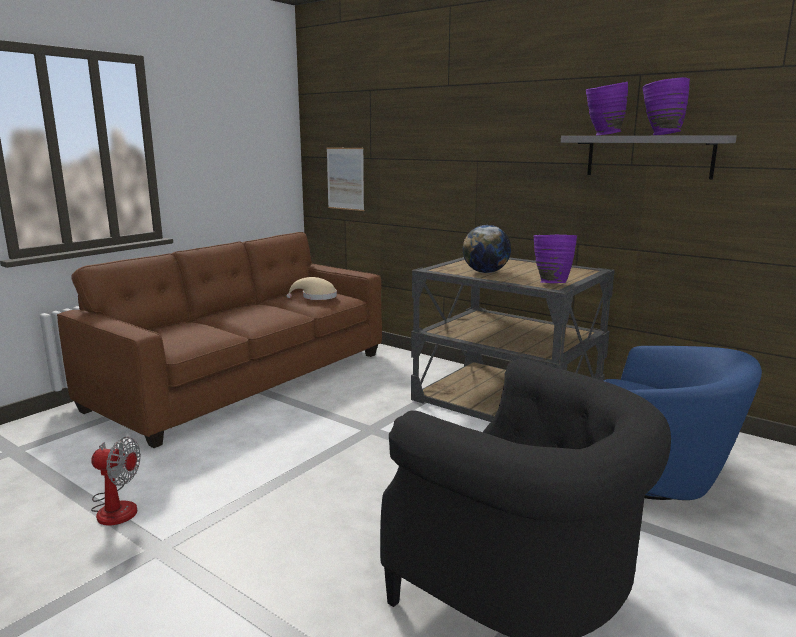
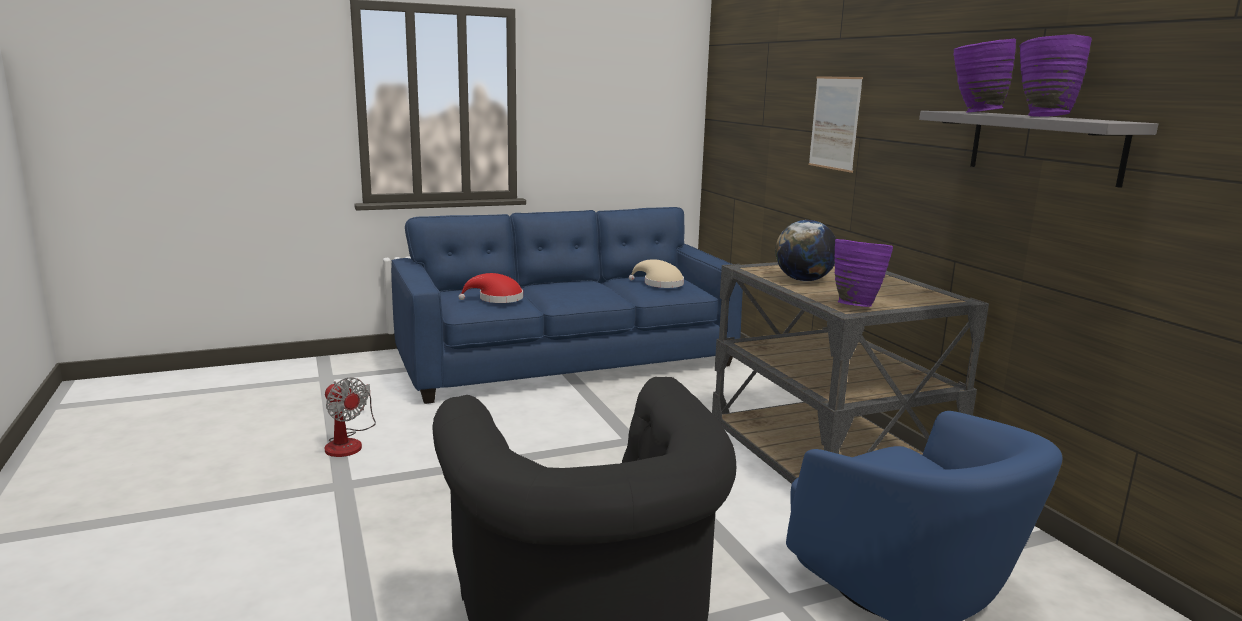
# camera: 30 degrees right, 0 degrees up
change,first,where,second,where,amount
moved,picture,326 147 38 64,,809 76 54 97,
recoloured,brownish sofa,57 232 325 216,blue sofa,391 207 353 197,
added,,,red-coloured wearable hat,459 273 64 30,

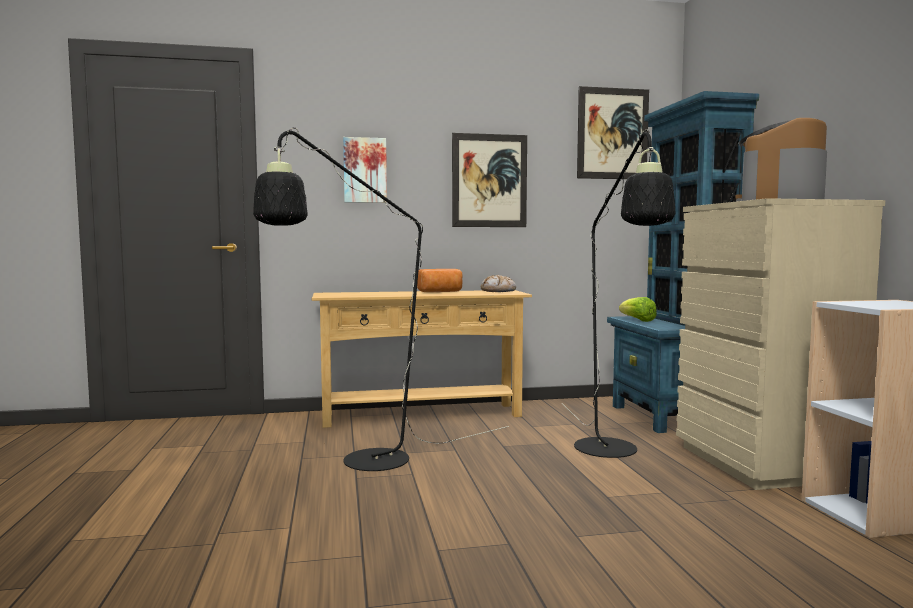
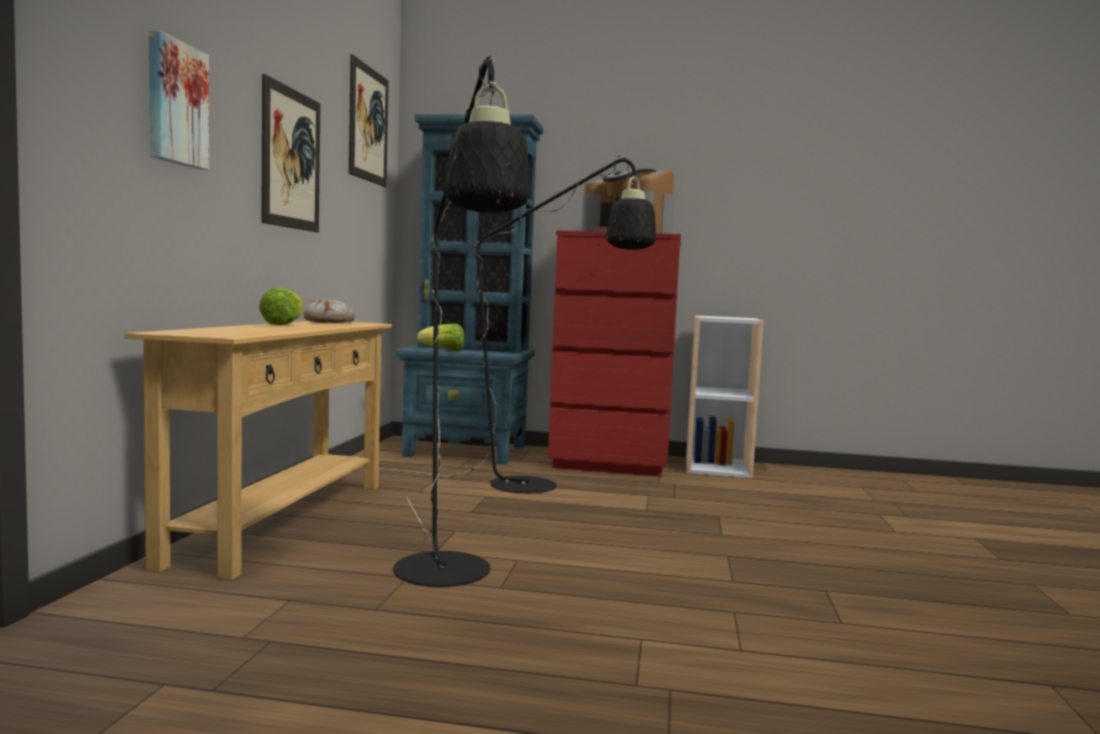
# camera: 70 degrees left, 0 degrees up
change,first,where,second,where,amount
recoloured,beige-coloured drawer chest,676 198 209 292,red-coloured drawer chest,548 230 133 246,
replaced,bread,417 269 46 23,head of lettuce,259 287 44 38,

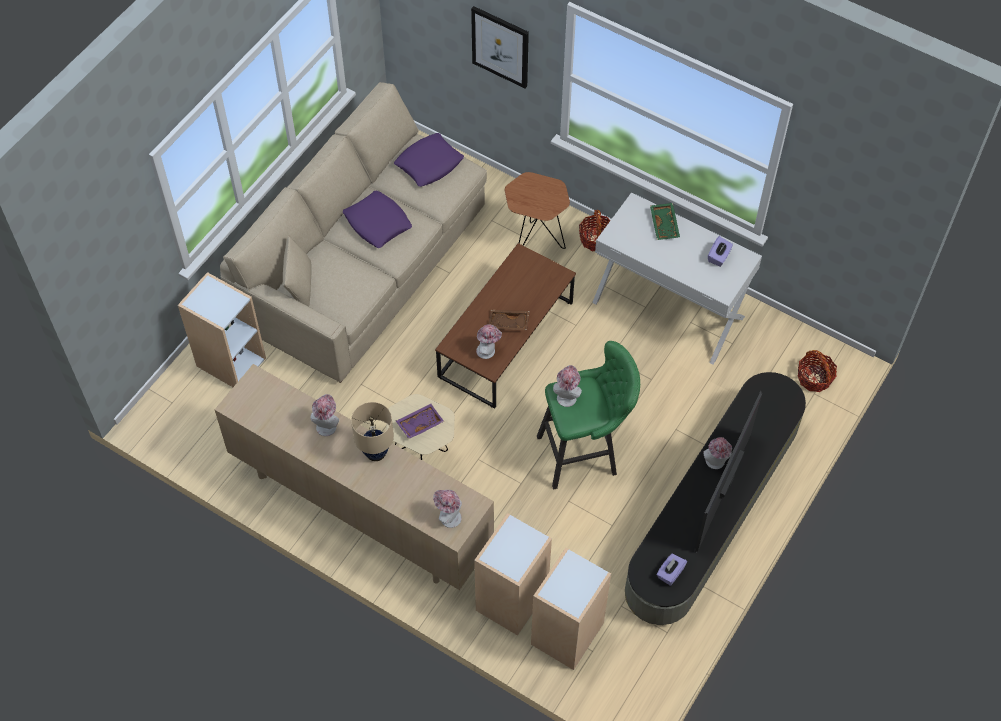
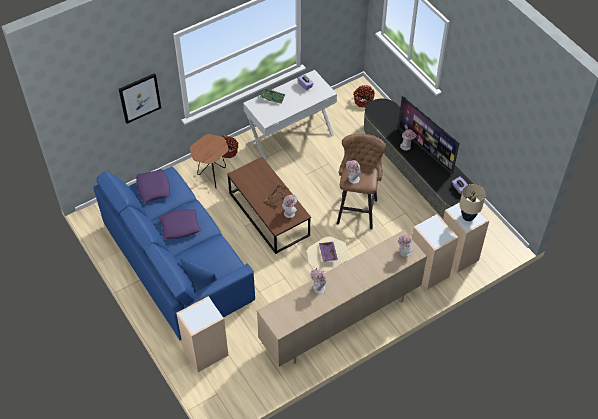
# camera: 65 degrees left, 5 degrees down
change,first,where,second,where,amount
recoloured,beige-coloured sofa,220 82 267 301,blue sofa,93 167 162 173,
recoloured,green-coloured sitting stool,537 341 103 149,brownish sitting stool,337 134 50 95,
moved,beige-coloured table lamp,351 402 43 59,,459 184 27 37,

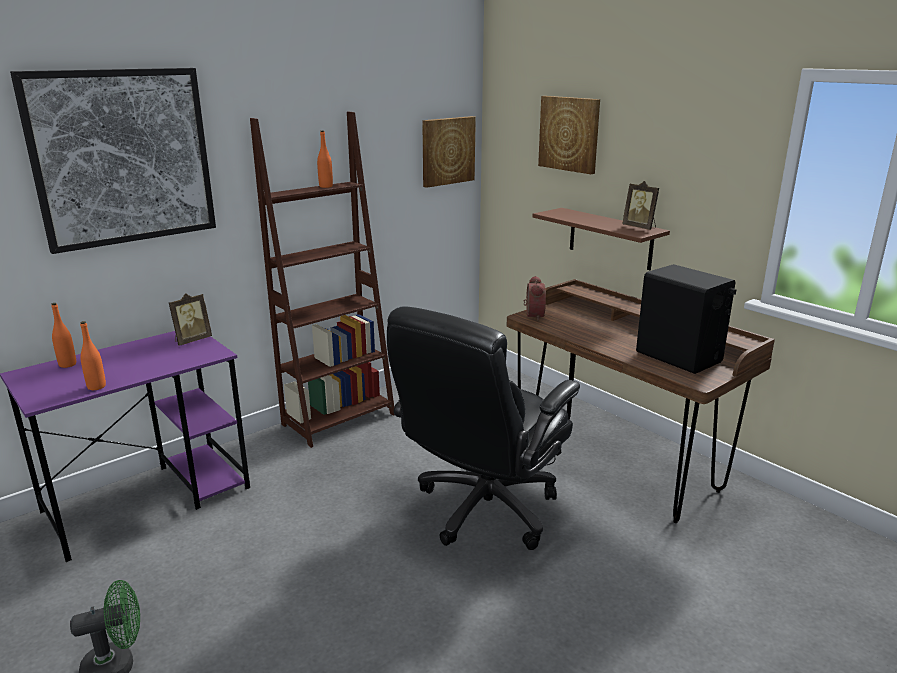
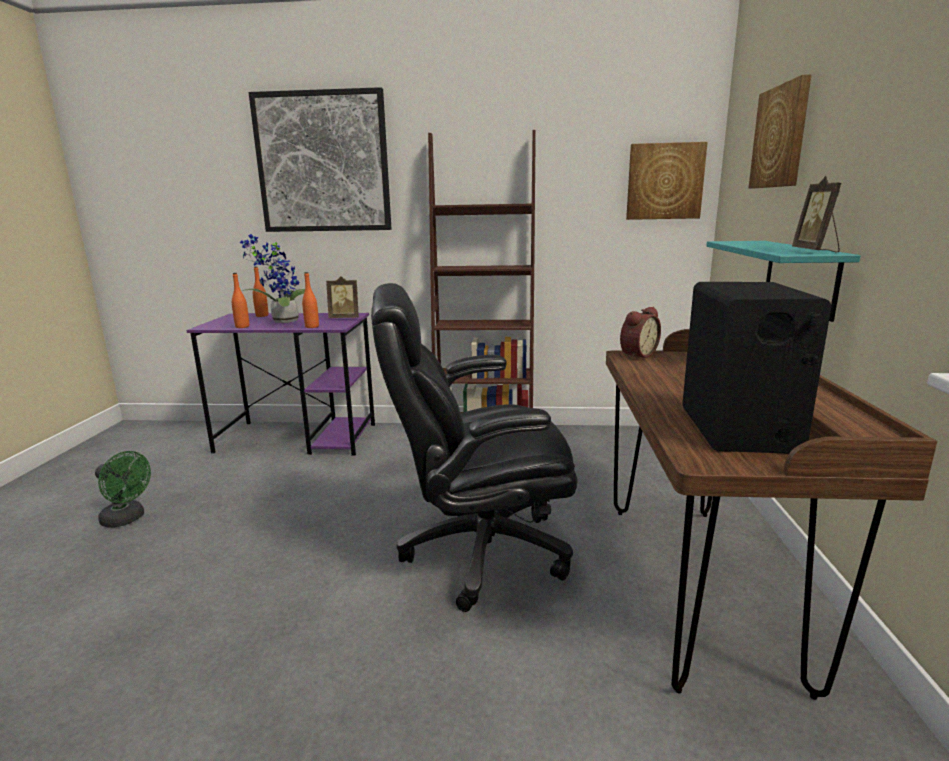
# camera: 45 degrees right, 5 degrees down
change,first,where,second,where,amount
moved,orangey beverage bottle,317 130 16 58,,302 272 17 56,
recoloured,brownish bracket shelf,532 208 138 62,blue-green bracket shelf,707 241 154 81,
added,,,houseplant,239 234 66 89,

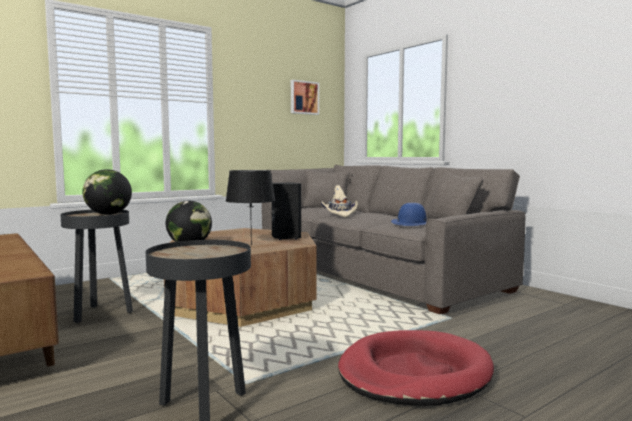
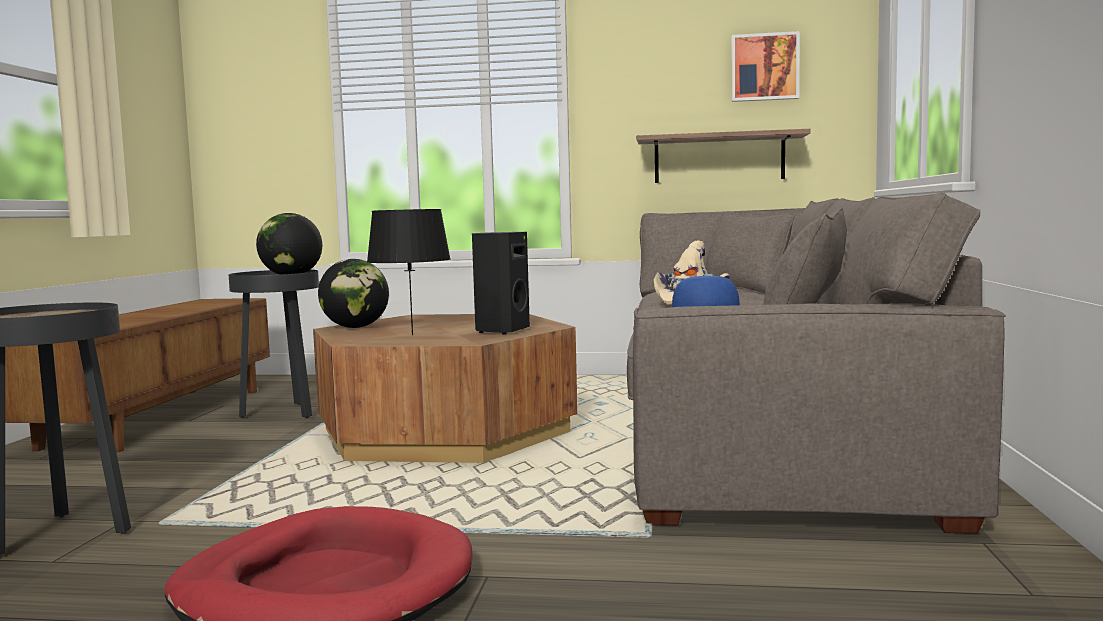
# camera: 45 degrees right, 0 degrees up
change,first,where,second,where,amount
added,,,bracket shelf,636 129 175 54,

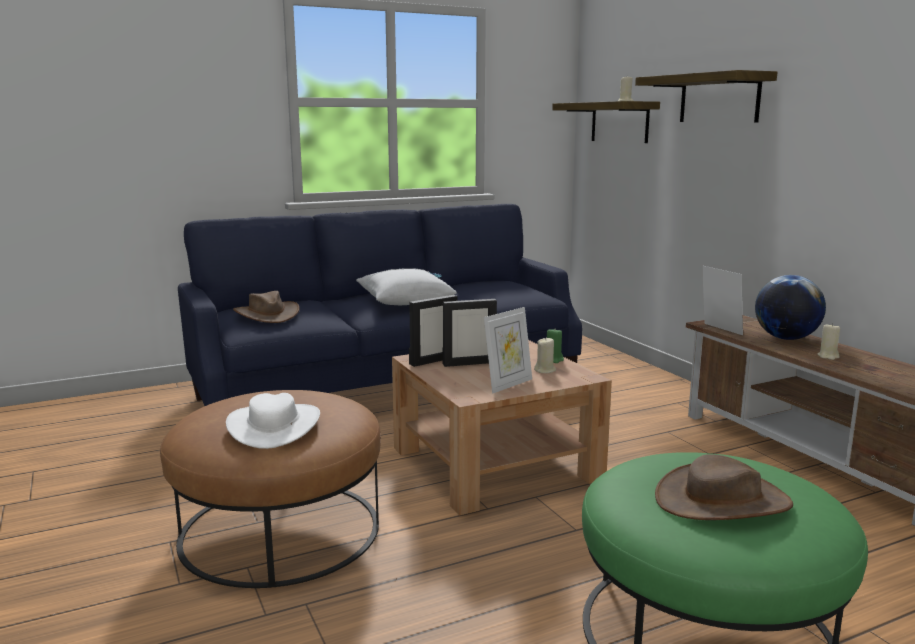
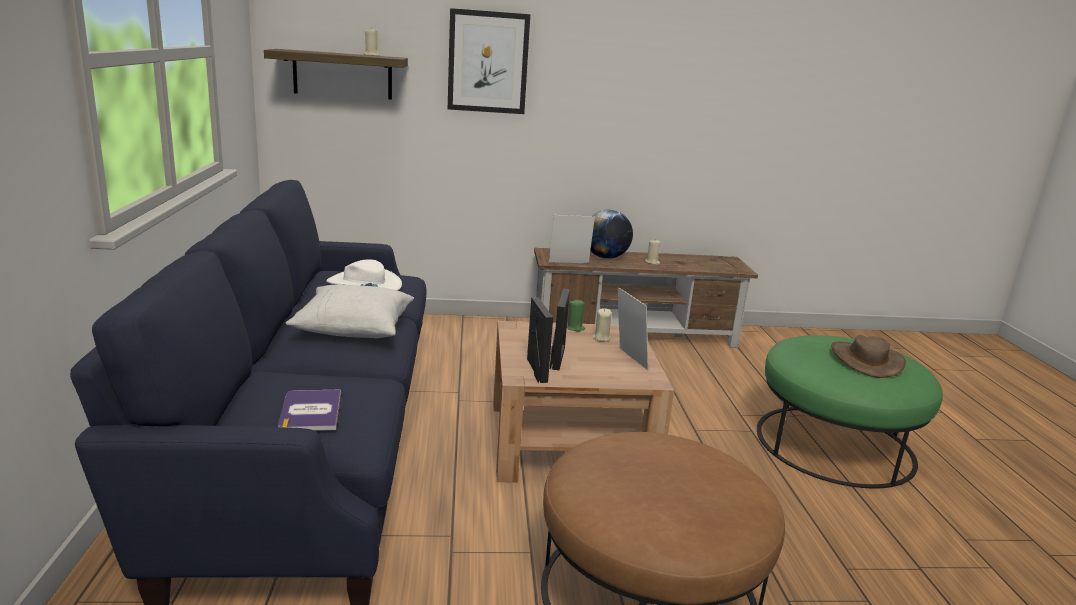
# camera: 70 degrees left, 5 degrees up
change,first,where,second,where,amount
replaced,bracket shelf,635 70 142 52,picture,448 8 82 106,
replaced,brownish wearable hat,233 291 66 32,volume,278 389 63 42,
moved,white wearable hat,226 393 94 56,,326 259 76 31,

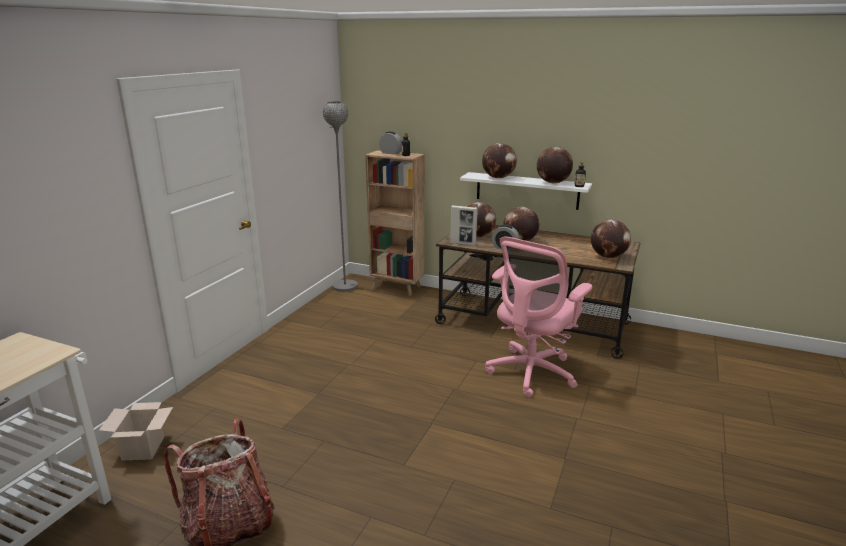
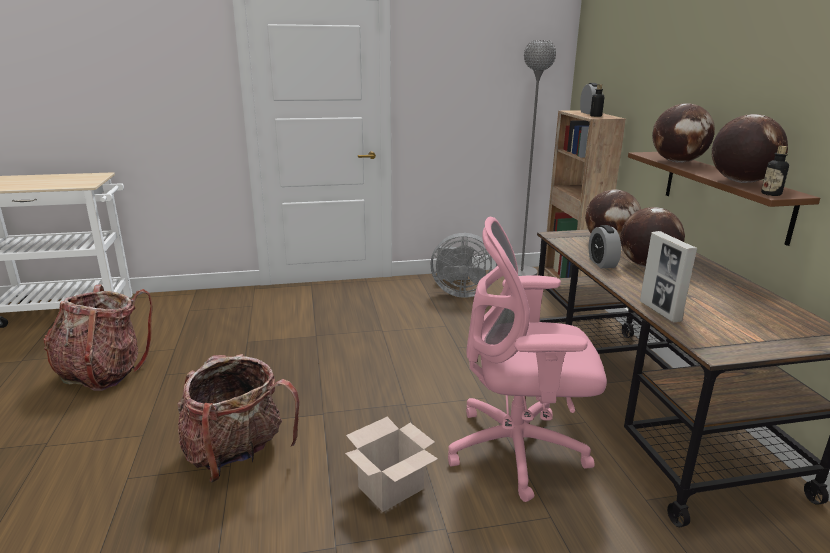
# camera: 55 degrees right, 0 degrees up
change,first,where,second,where,amount
recoloured,white bracket shelf,460 172 132 38,brownish bracket shelf,628 152 192 94,
moved,standing frame,450 205 28 41,,640 231 57 91,
removed,globe,591 219 40 39,,,
moved,cardboard box,99 402 74 59,,345 417 93 95,
added,,,grey cooling fan,431 233 67 65,
added,,,knapsack,178 354 121 129,

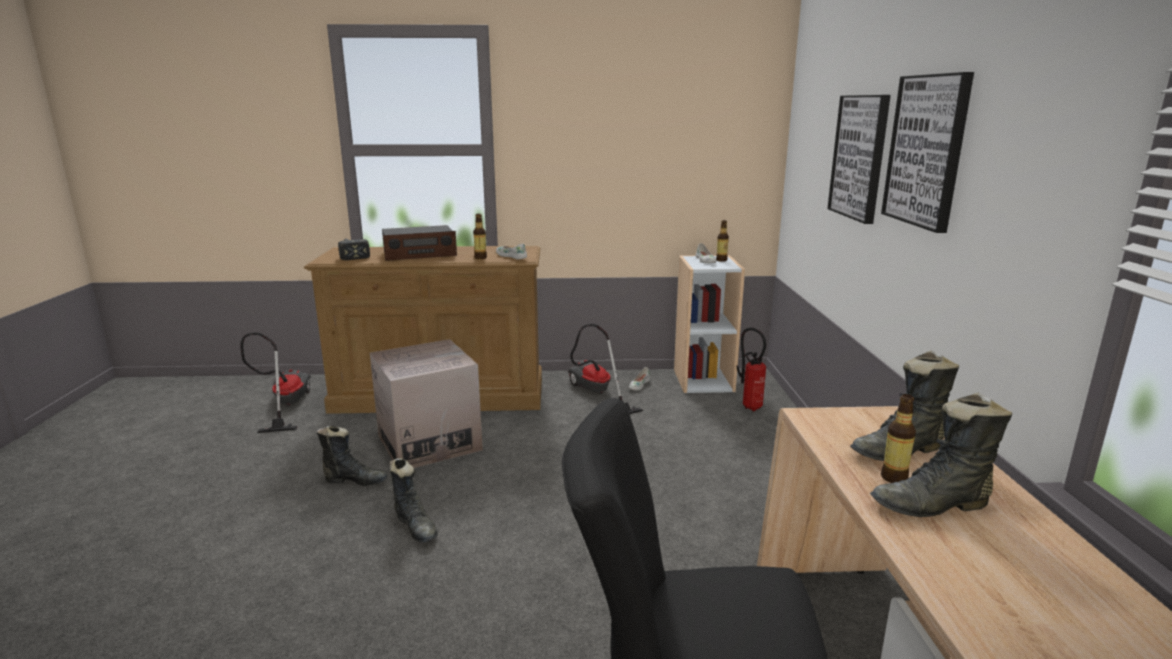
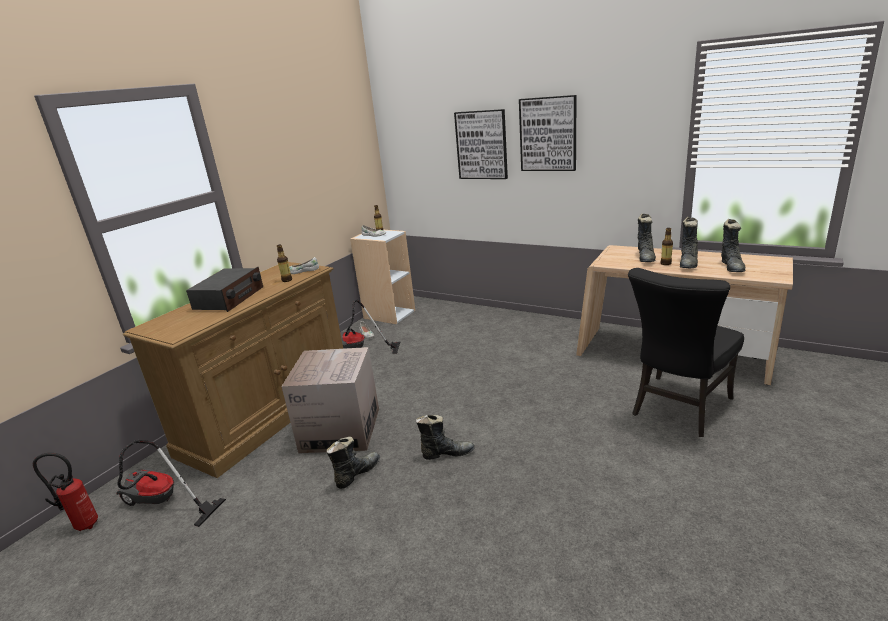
# camera: 55 degrees left, 5 degrees up
change,first,where,second,where,amount
removed,tool hammer,338 239 32 21,,,
moved,fire-fighting cylinder,737 328 29 83,,33 453 65 78,
added,,,black boot,721 219 25 53,

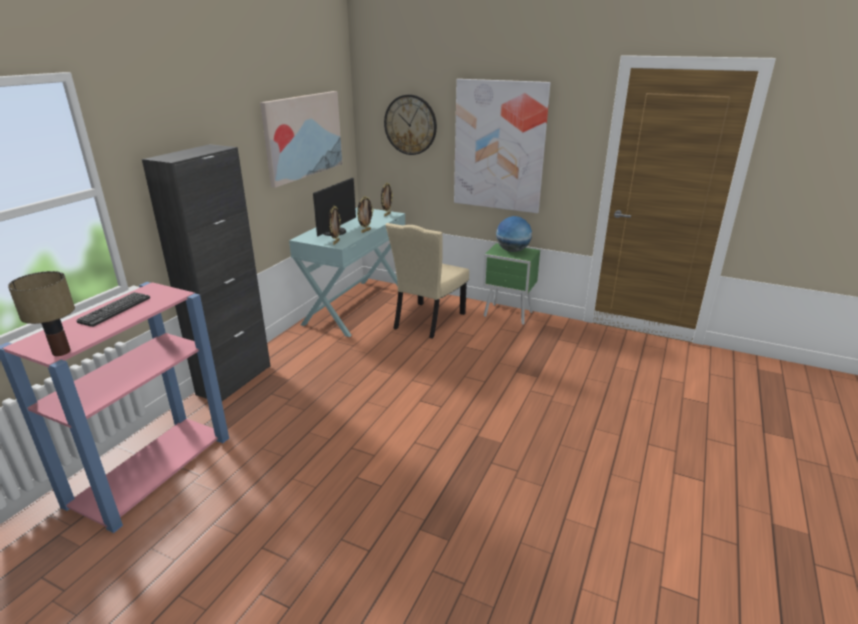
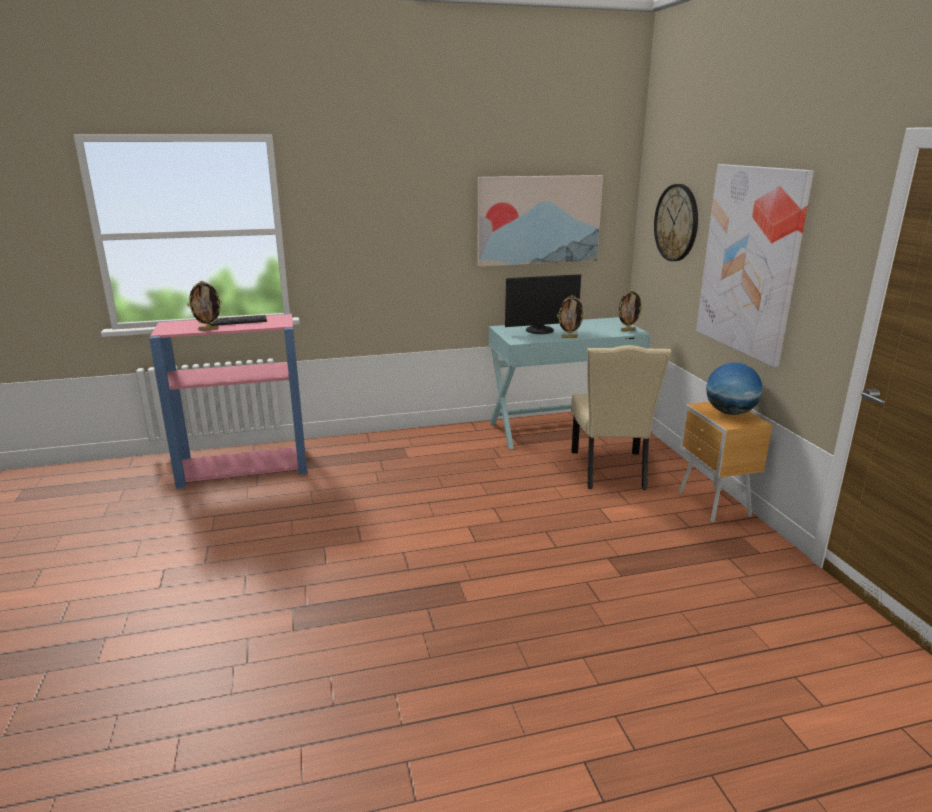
# camera: 50 degrees right, 5 degrees down
change,first,where,second,where,amount
removed,black cabinet,142 144 129 257,,,
moved,standing frame,329 206 12 39,,187 281 35 50,
turned,beige-coloured chair,385 223 84 116,,571 345 101 145,75 degrees counterclockwise
recoloured,green-coloured bedside table,483 243 57 82,brownish bedside table,678 402 95 121,
removed,table lamp,8 271 67 85,,,

